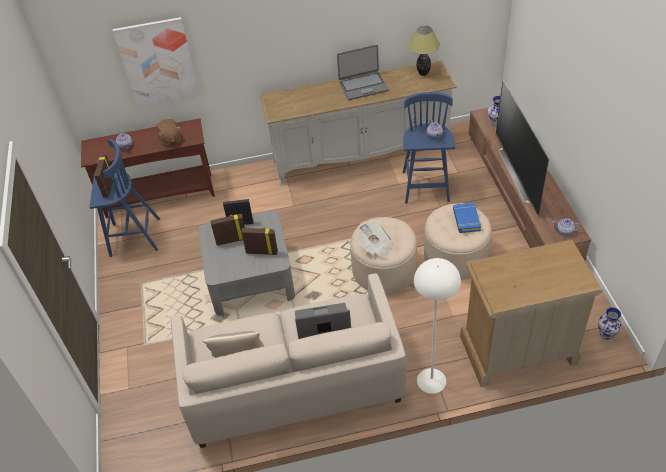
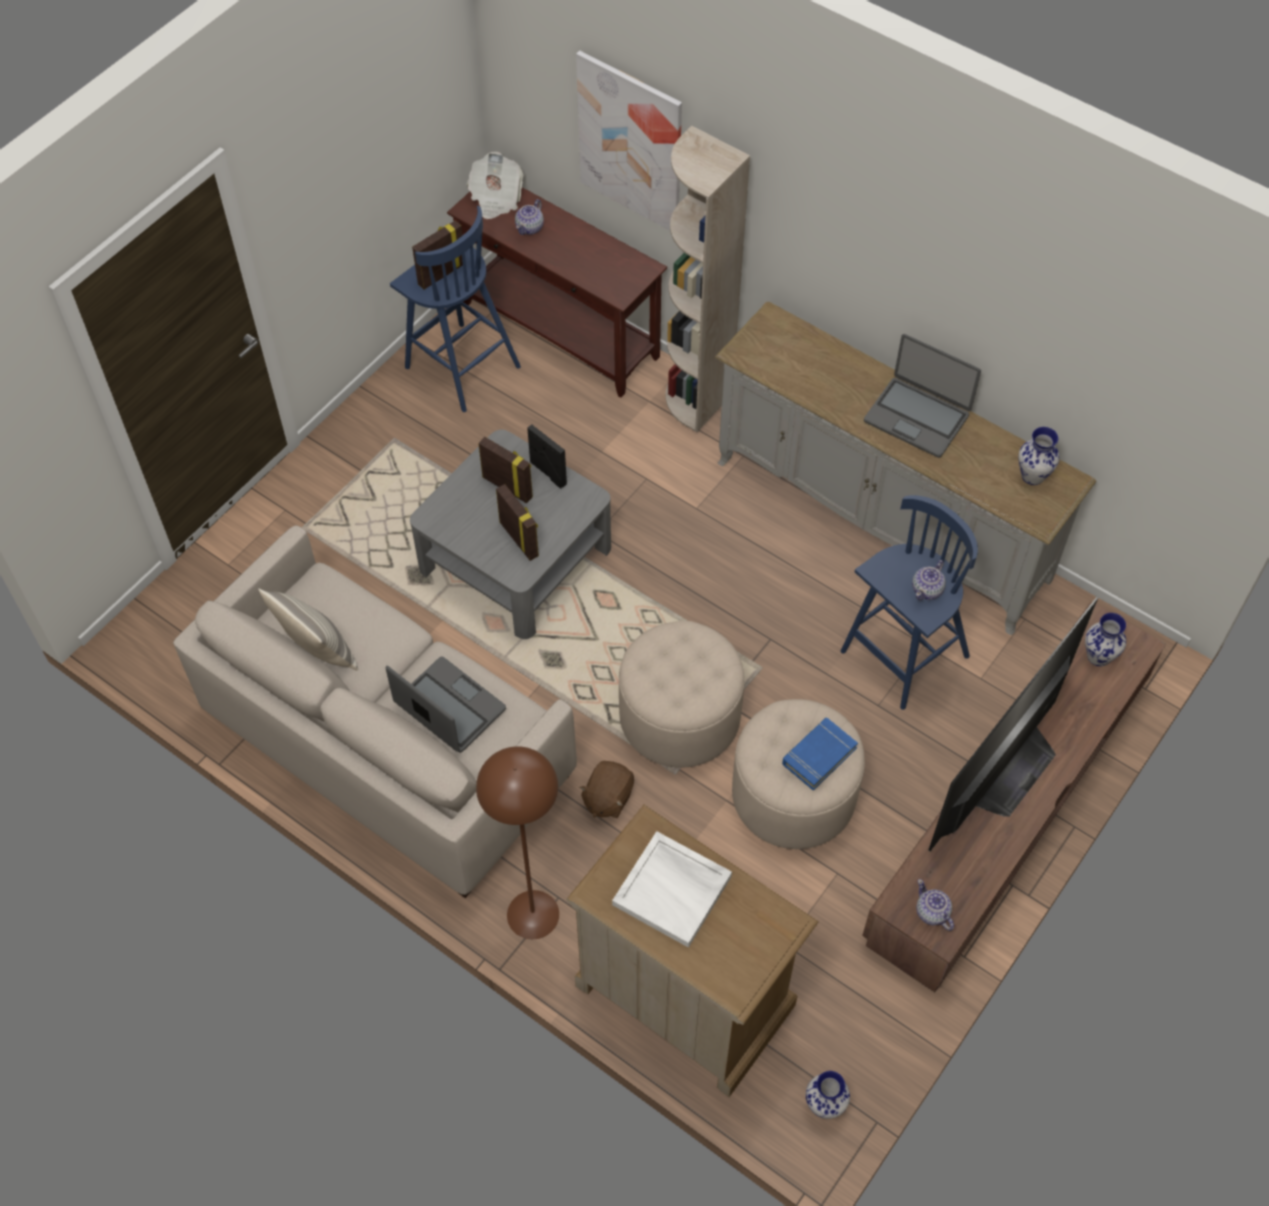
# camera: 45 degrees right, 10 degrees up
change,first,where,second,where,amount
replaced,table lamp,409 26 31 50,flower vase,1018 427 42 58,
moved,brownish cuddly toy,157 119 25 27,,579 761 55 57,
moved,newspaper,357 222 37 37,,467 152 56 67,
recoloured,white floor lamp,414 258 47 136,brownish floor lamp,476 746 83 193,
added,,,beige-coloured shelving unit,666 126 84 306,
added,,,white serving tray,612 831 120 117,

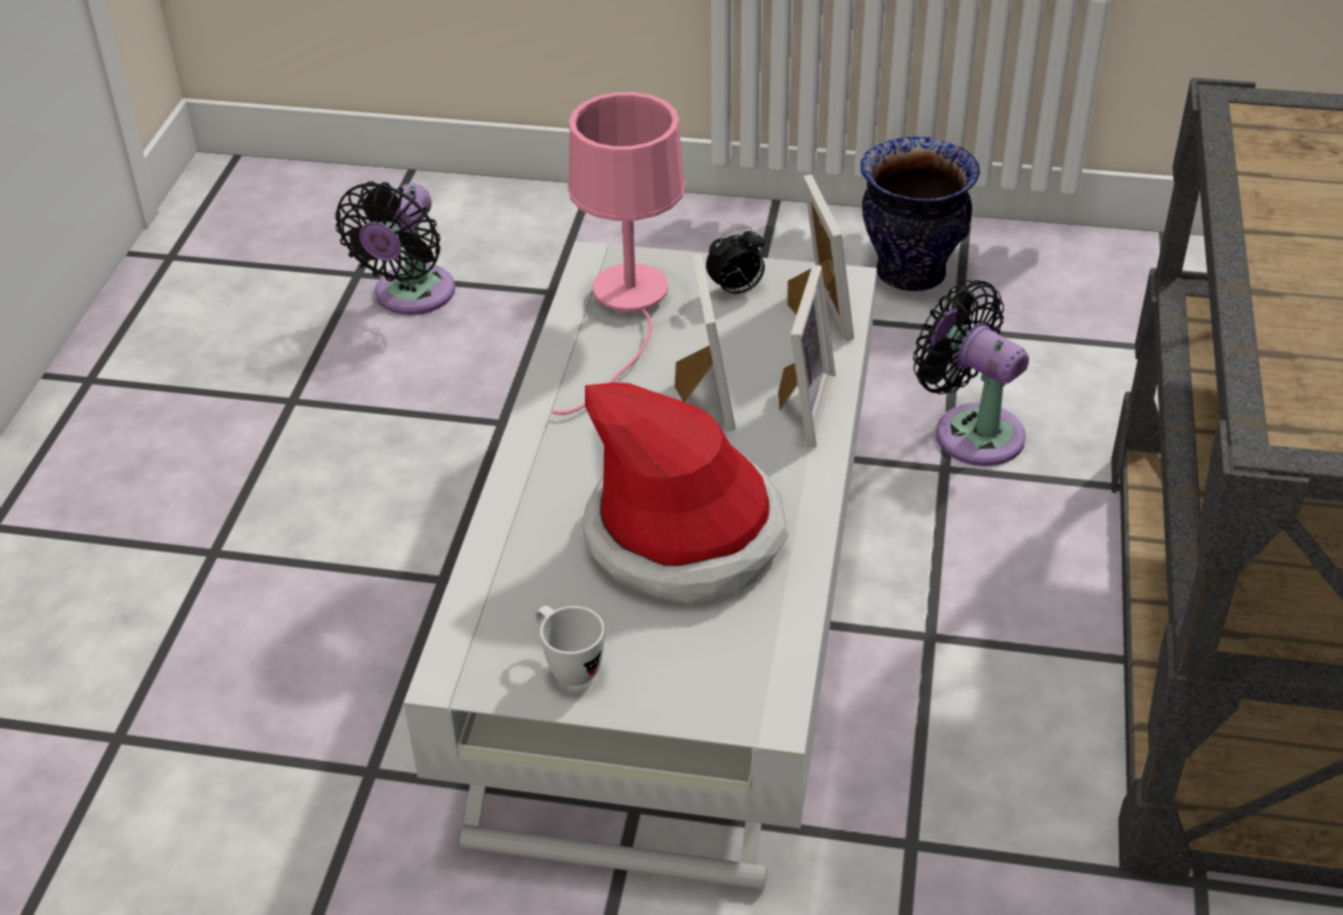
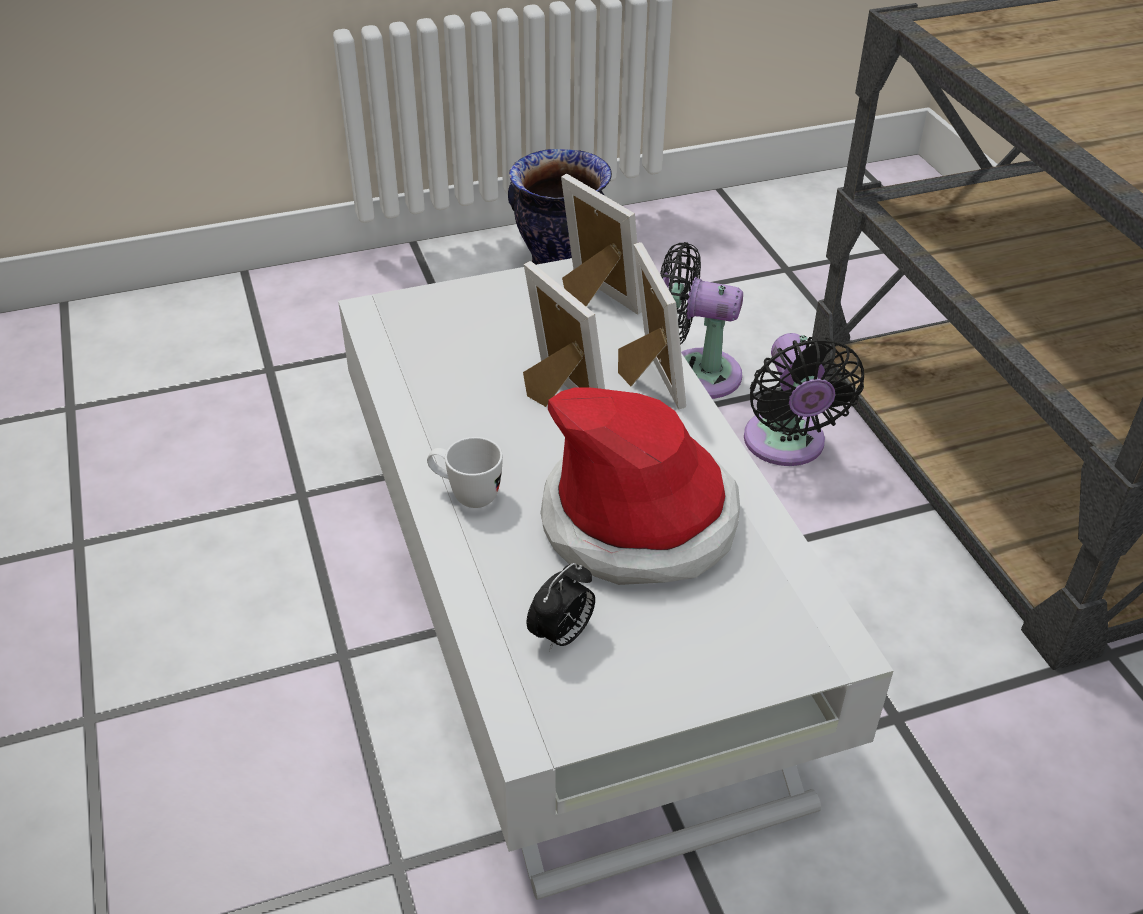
# camera: 30 degrees left, 0 degrees up
change,first,where,second,where,amount
removed,pinkish table lamp,552 92 134 323,,,
moved,black cooling fan,335 181 120 134,,744 333 120 133,
moved,table clock,706 226 59 70,,527 563 68 89,
moved,white coffee mug,535 606 70 80,,427 437 76 71,

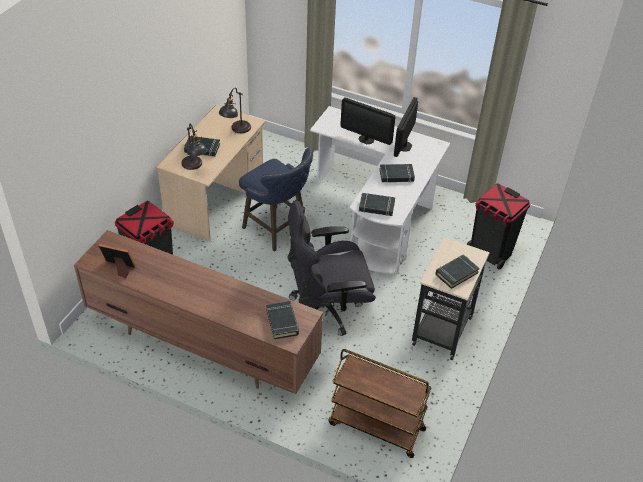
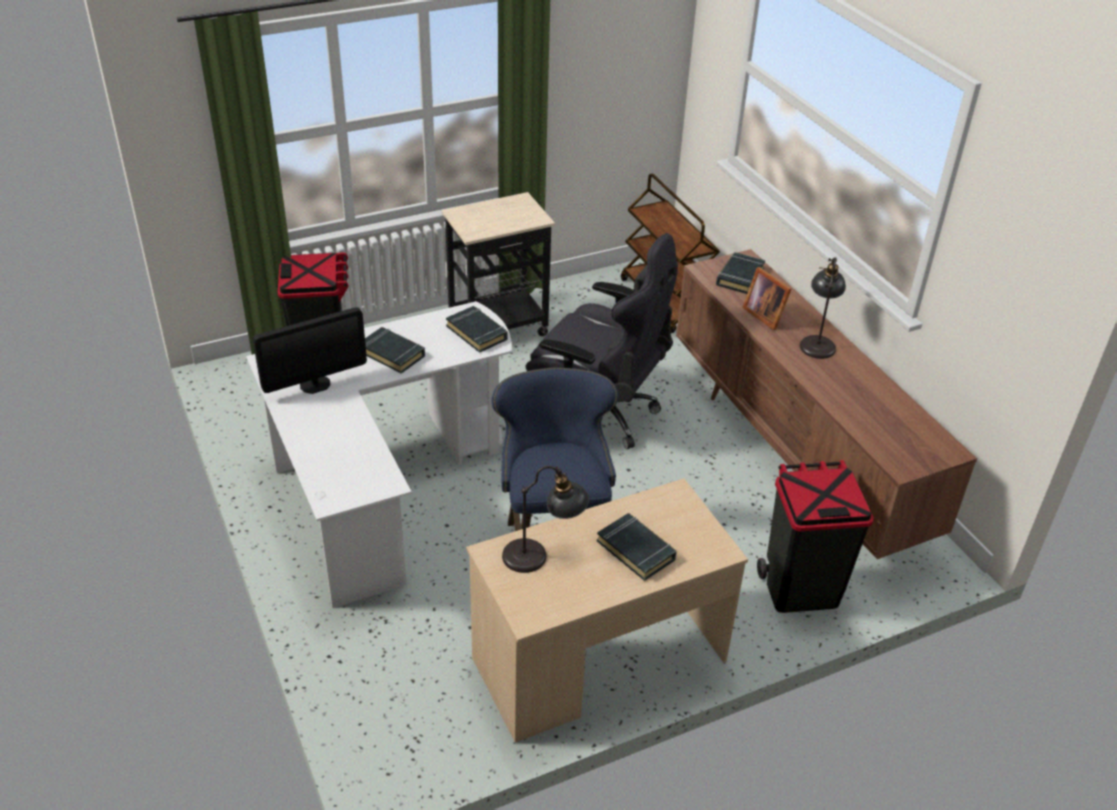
# camera: 140 degrees left, 5 degrees down
change,first,where,second,where,amount
removed,monitor,341 98 54 47,,,
moved,grey table lamp,181 123 26 47,,800 257 46 102,
moved,standing frame,98 244 38 34,,742 267 50 63,
removed,black volume,435 255 45 34,,,

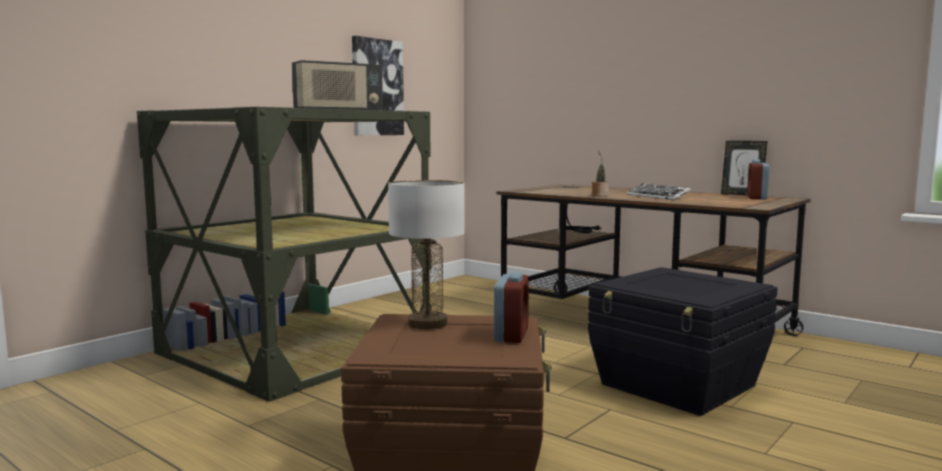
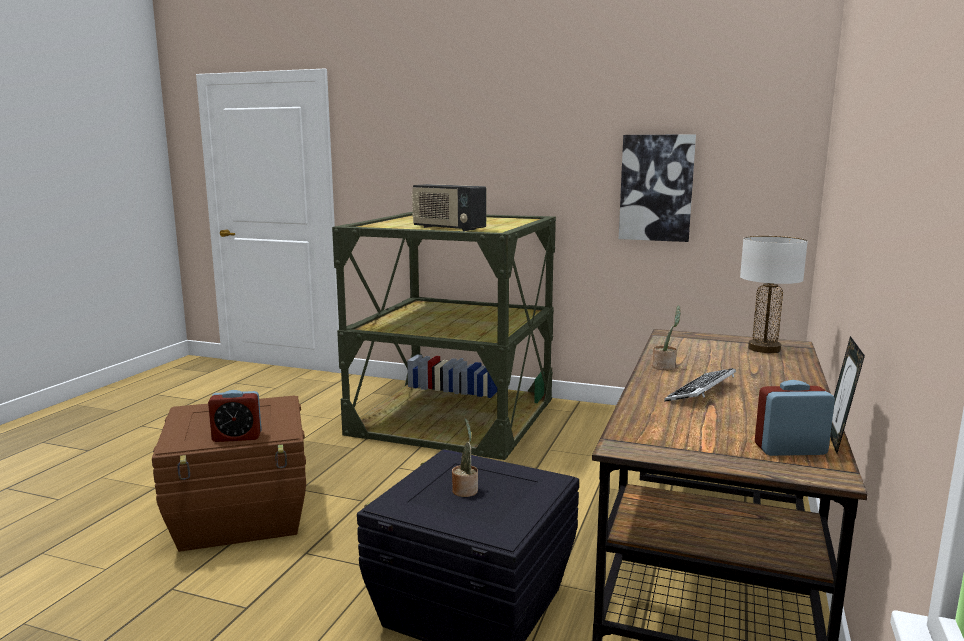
# camera: 70 degrees right, 5 degrees up
change,first,where,second,where,amount
moved,table lamp,388 180 77 149,,740 236 68 117,
added,,,houseplant,452 418 26 79,

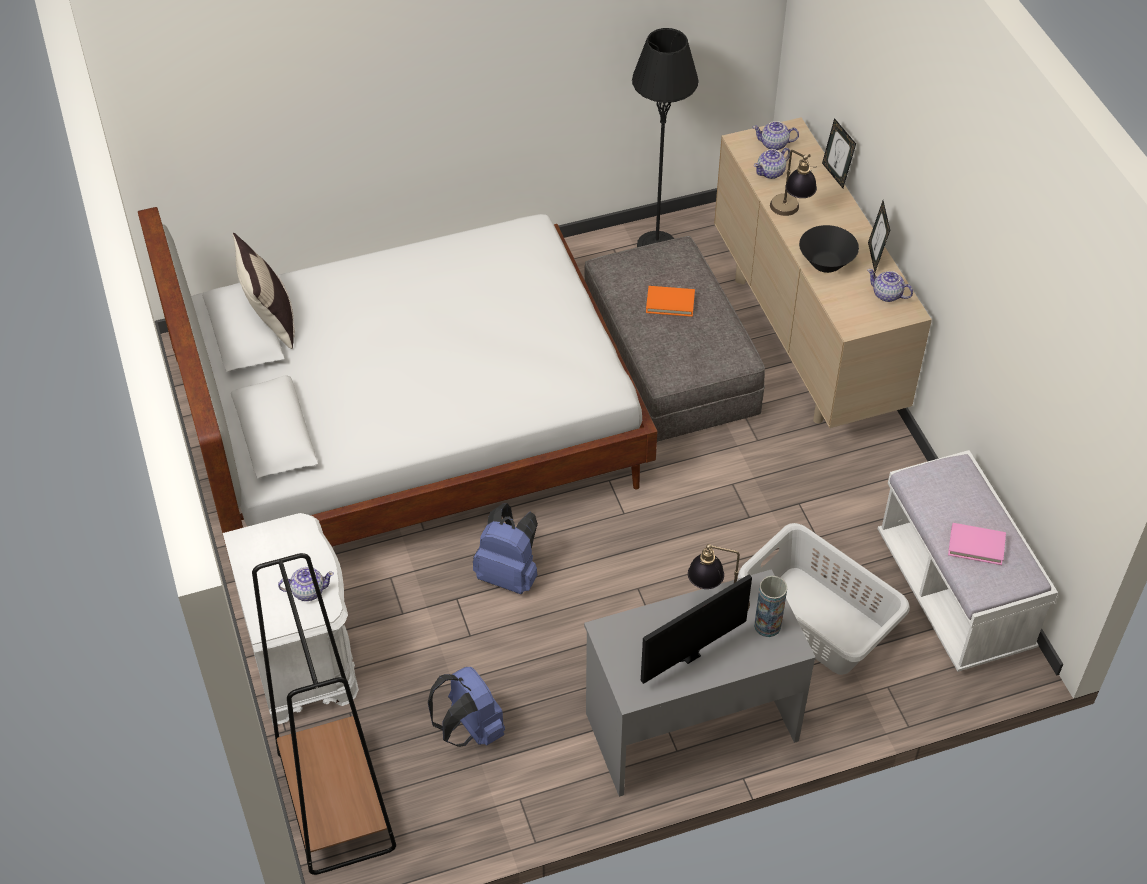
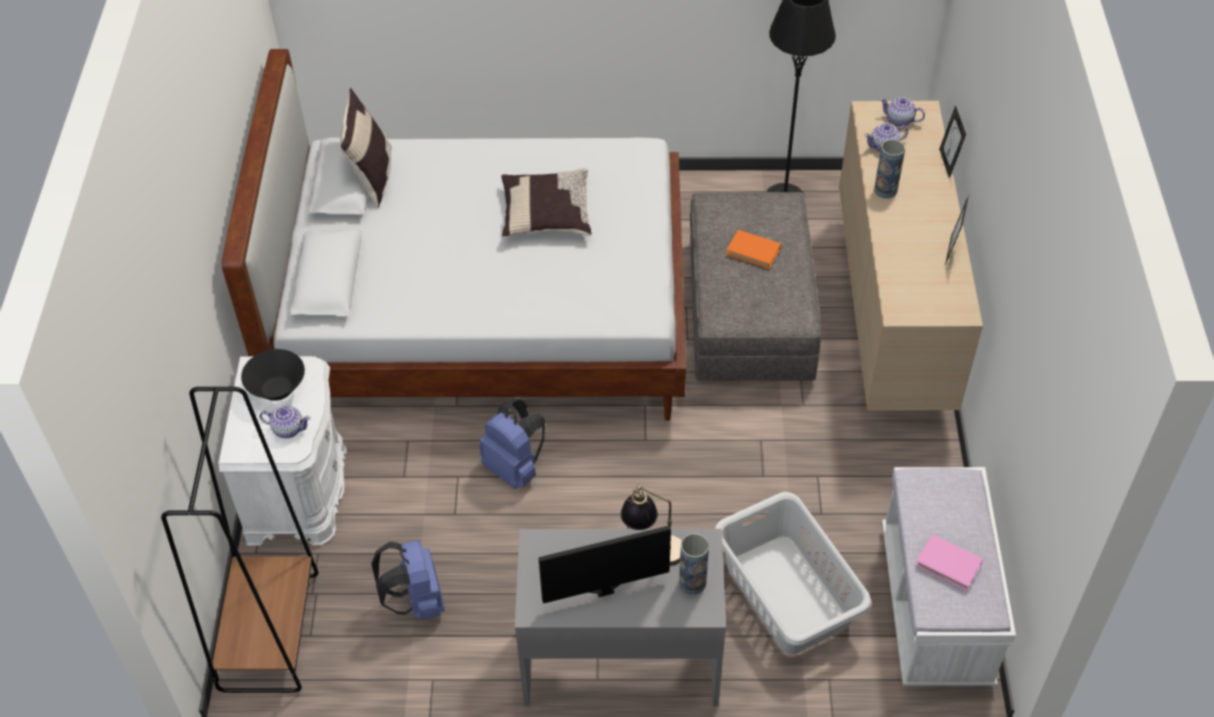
# camera: 20 degrees right, 0 degrees up
change,first,where,second,where,amount
replaced,table lamp,770 150 47 66,flower vase,874 139 31 60,
moved,black deep dish,799 225 60 48,,241 349 64 52,
removed,tea pot,867 269 46 33,,,
added,,,throw pillow,501 168 91 69,

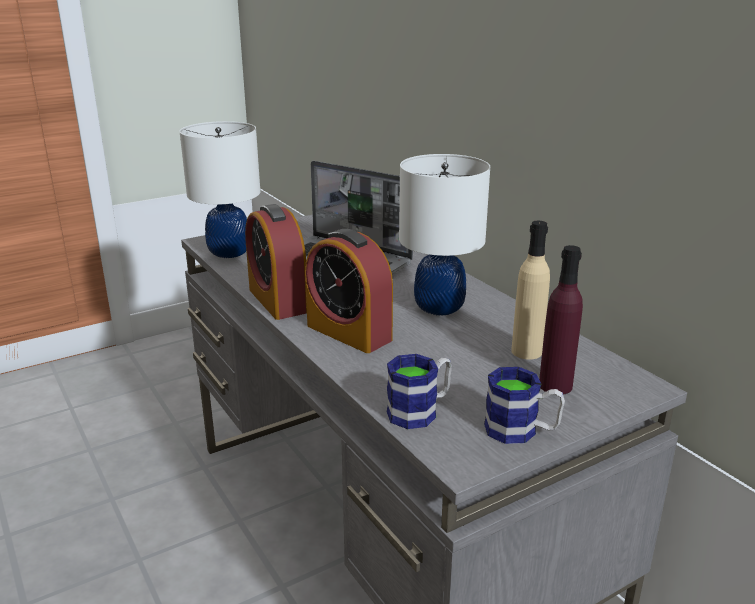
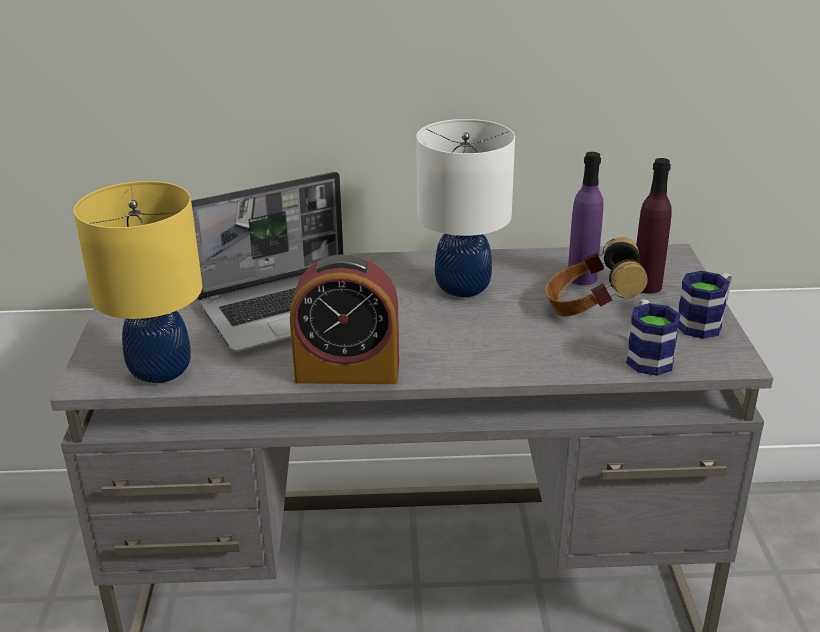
# camera: 60 degrees left, 5 degrees up
change,first,where,second,where,amount
recoloured,white table lamp,180 121 80 137,yellow-coloured table lamp,74 181 129 202,
recoloured,beige-coloured beverage bottle,511 221 39 139,purple-coloured beverage bottle,568 152 36 133,
removed,table clock,305 229 88 124,,,
added,,,headphones,545 237 103 80,

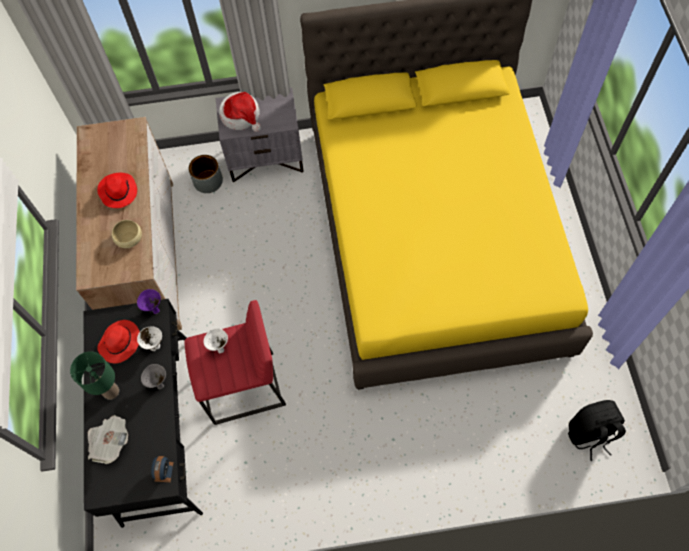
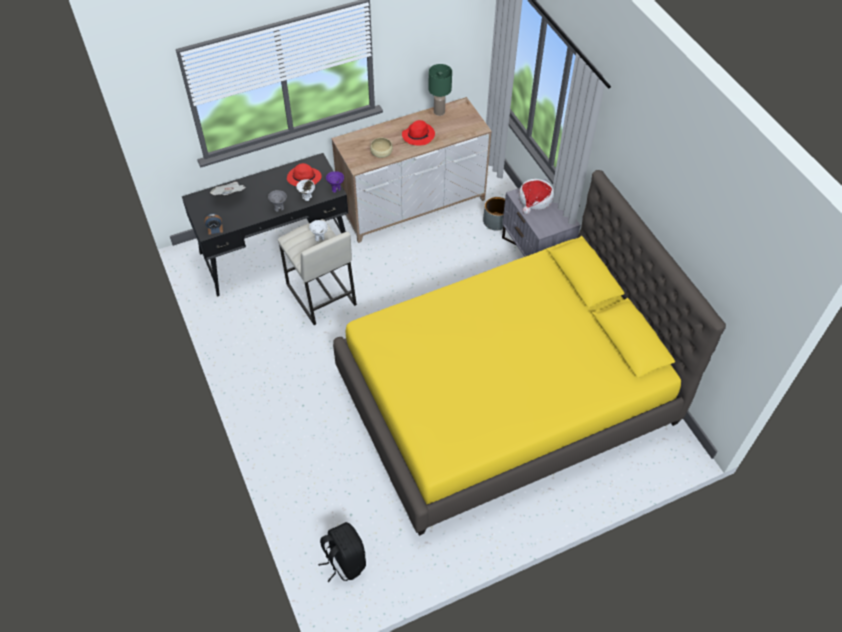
# camera: 70 degrees right, 10 degrees down
change,first,where,second,where,amount
recoloured,red-coloured sitting stool,184 300 102 125,beige-coloured sitting stool,278 219 79 106,
moved,green-coloured table lamp,70 351 49 49,,428 64 24 52,

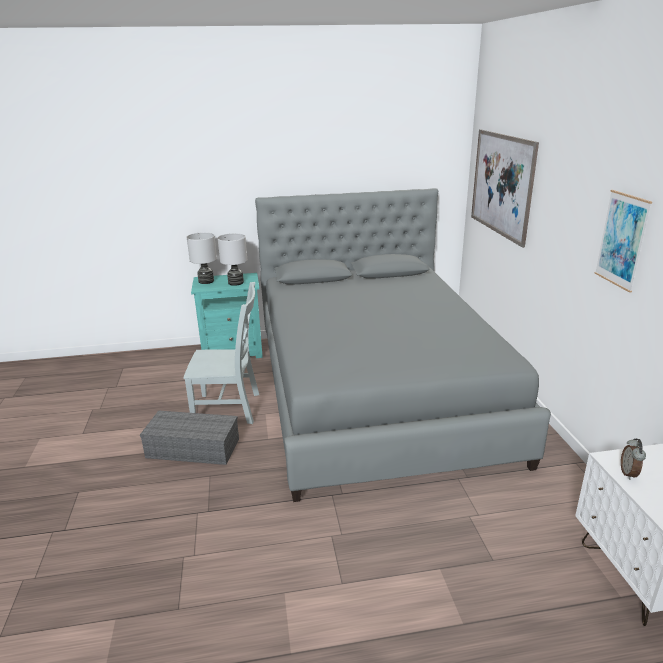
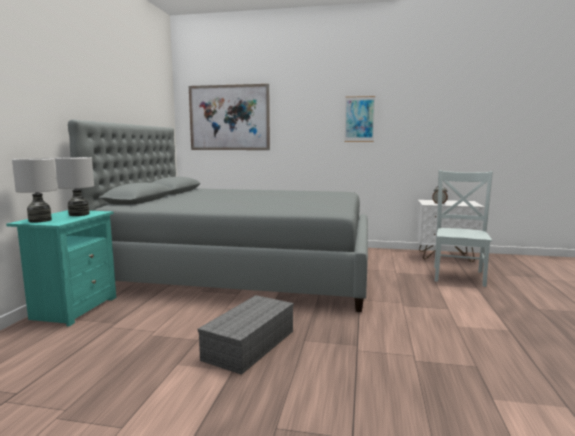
# camera: 70 degrees left, 15 degrees down
change,first,where,second,where,amount
moved,grey chair,183 282 76 142,,434 170 59 117,

